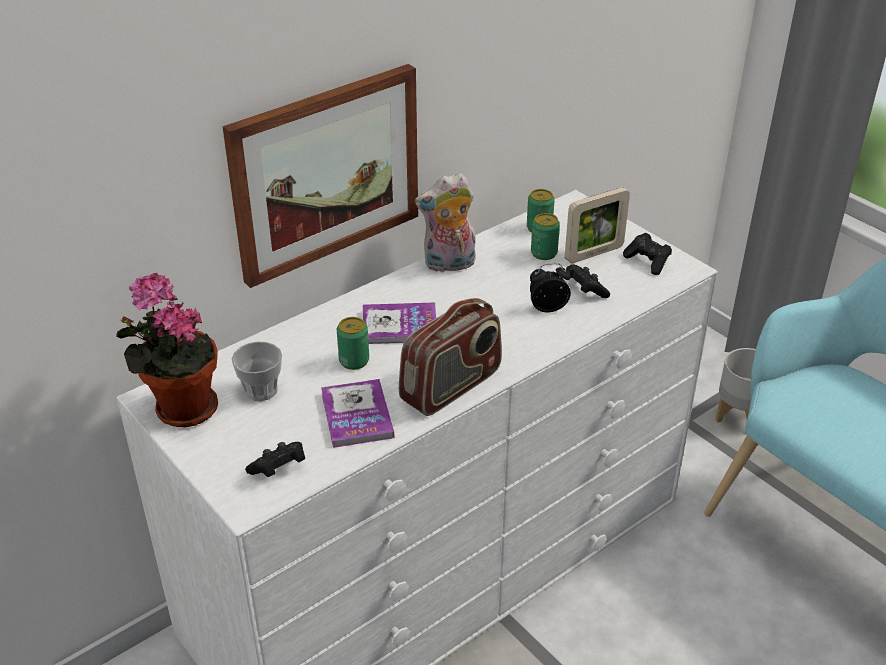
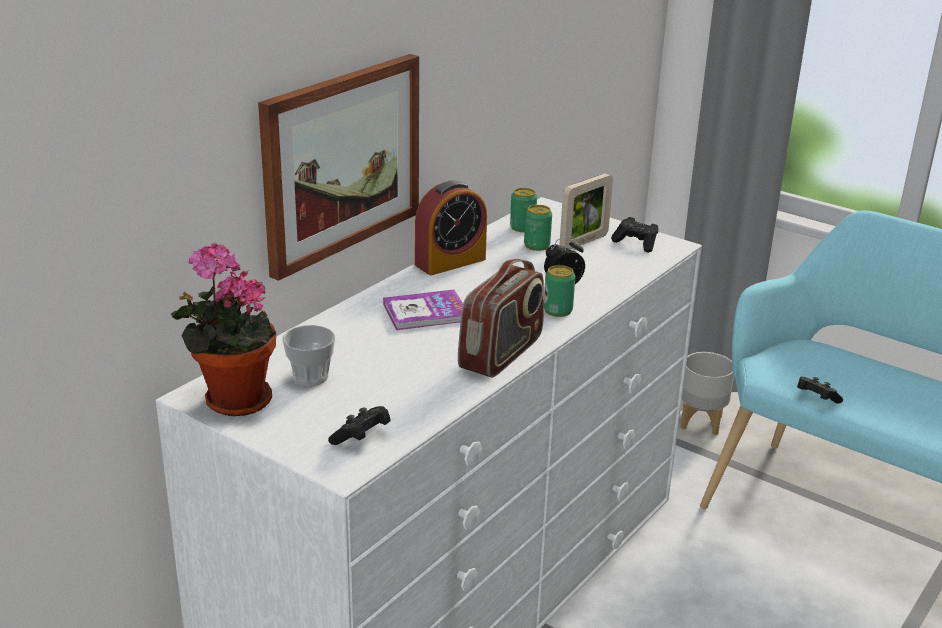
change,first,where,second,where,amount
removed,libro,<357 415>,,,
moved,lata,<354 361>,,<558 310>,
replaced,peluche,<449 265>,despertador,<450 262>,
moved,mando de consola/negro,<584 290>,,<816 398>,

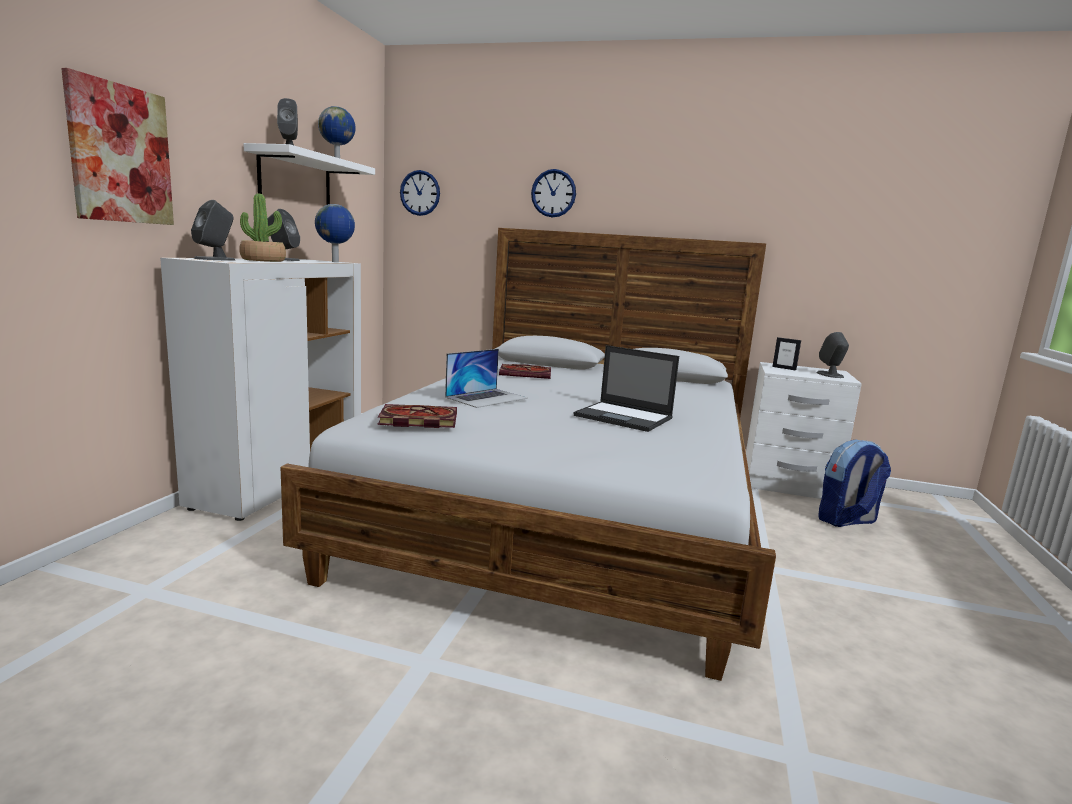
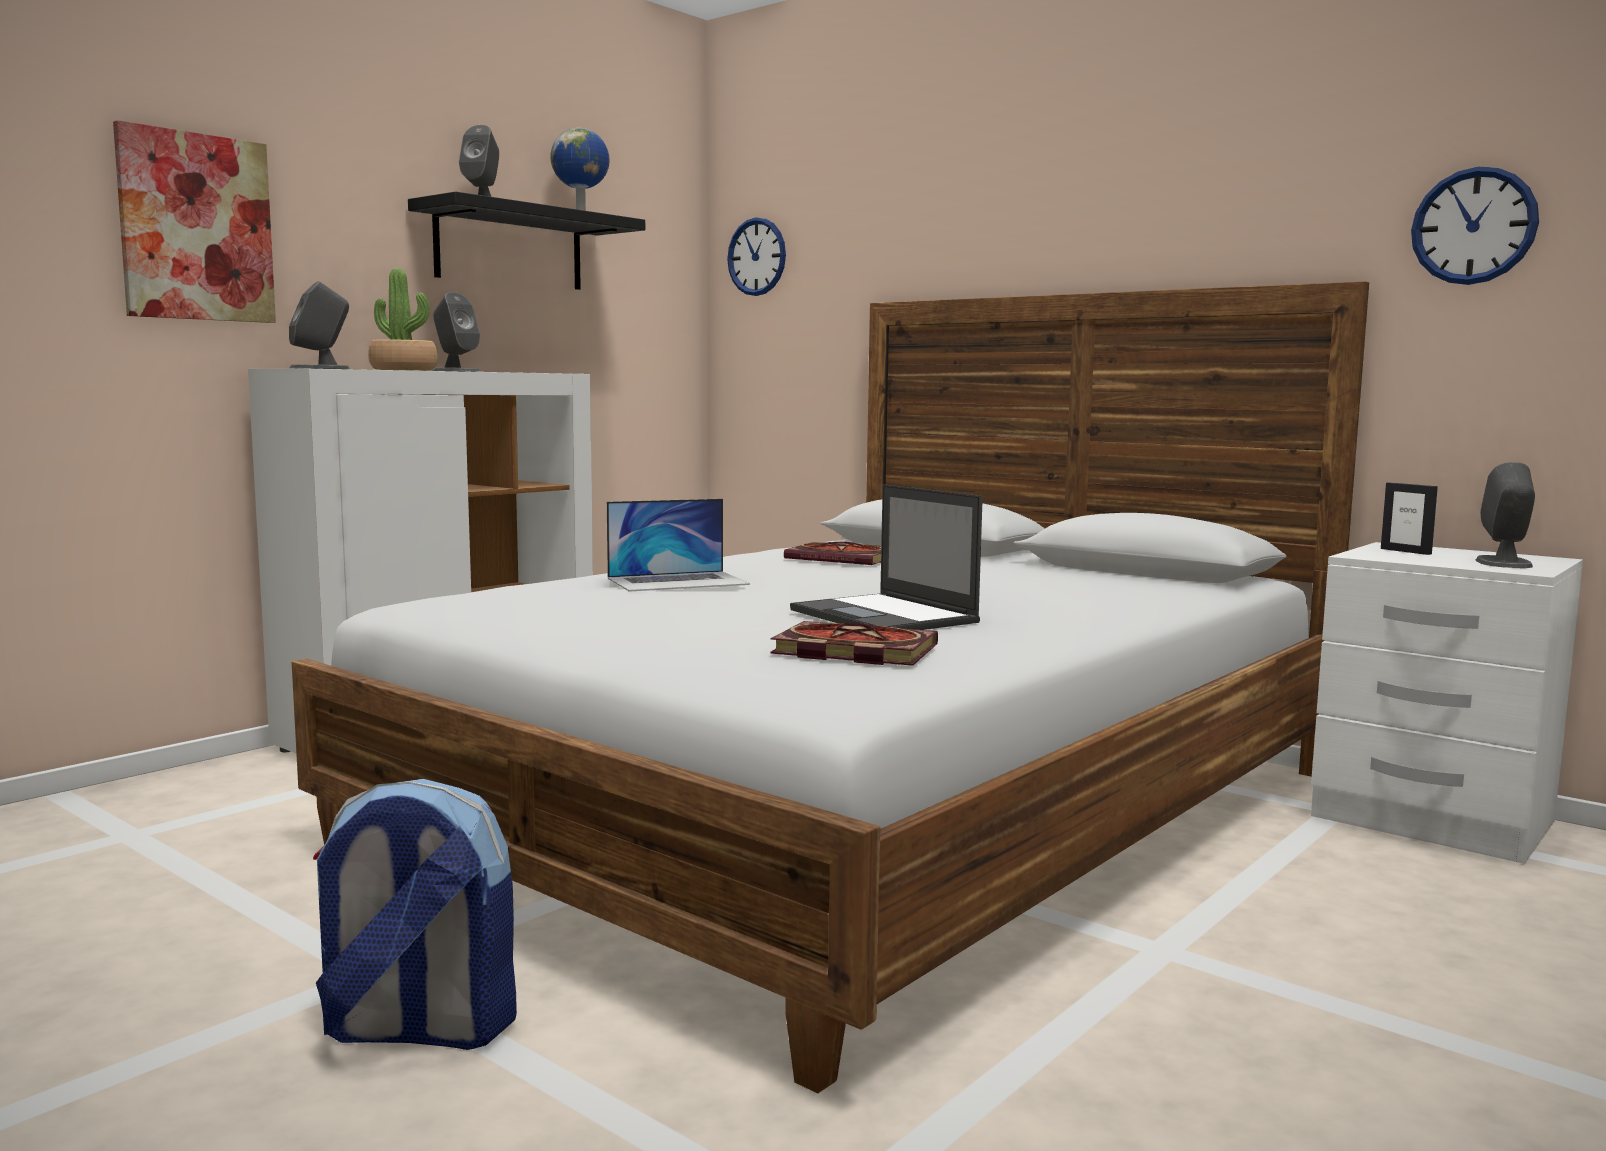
change,first,where,second,where,amount
recoloured,estante/blanco,<295 179>,estante/negro,<509 248>,
removed,globo terráqueo,<335 262>,,,
moved,libro,<416 420>,,<850 651>,
moved,reloj de pared,<553 193>,,<1473 226>,
moved,mochila,<846 521>,,<416 1029>,

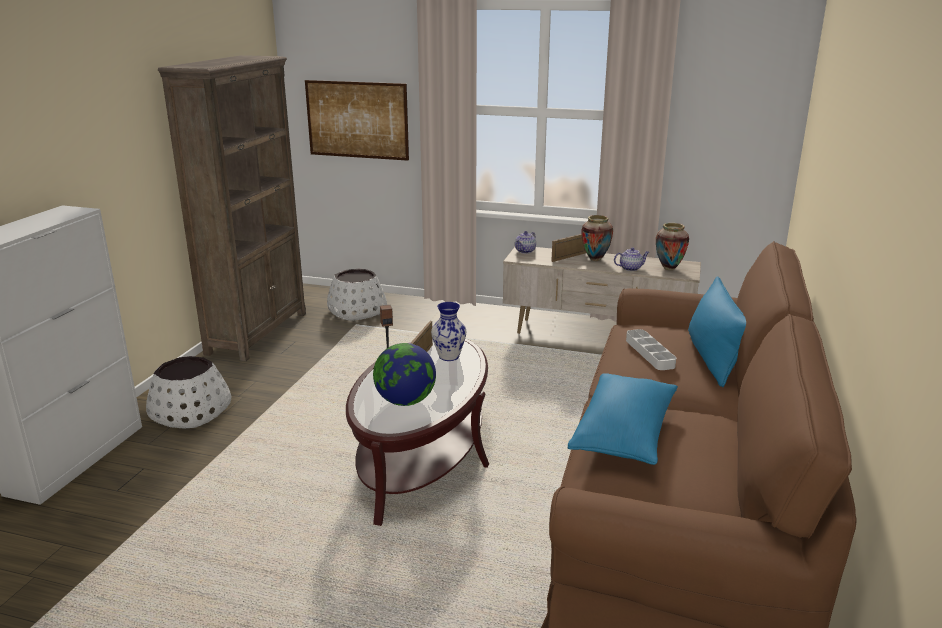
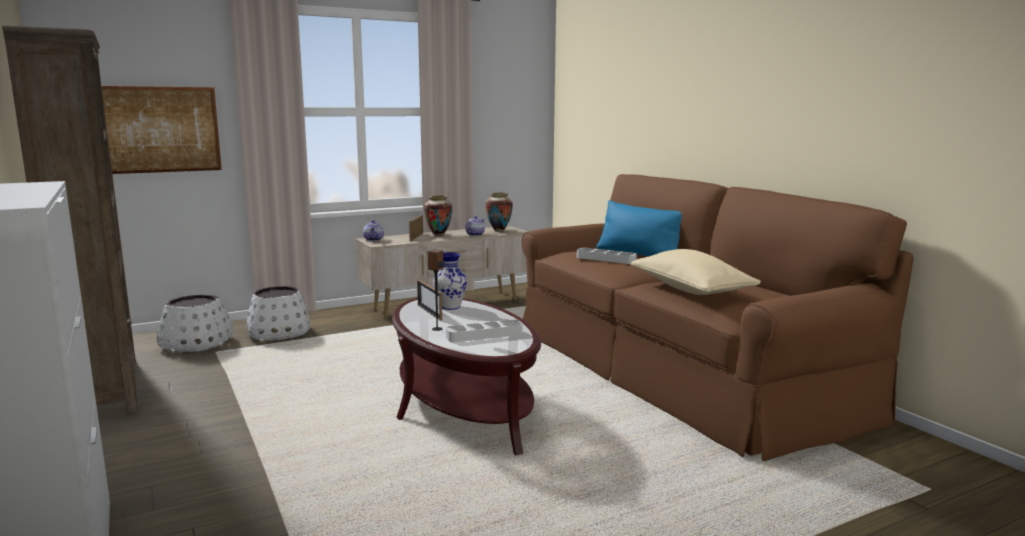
change,first,where,second,where,amount
moved,maceta/blanco,<191 413>,,<279 333>,
replaced,globo terráqueo,<405 401>,bandeja/gris,<484 335>,
recoloured,cojín/azul,<624 435>,cojín/beis,<691 290>,

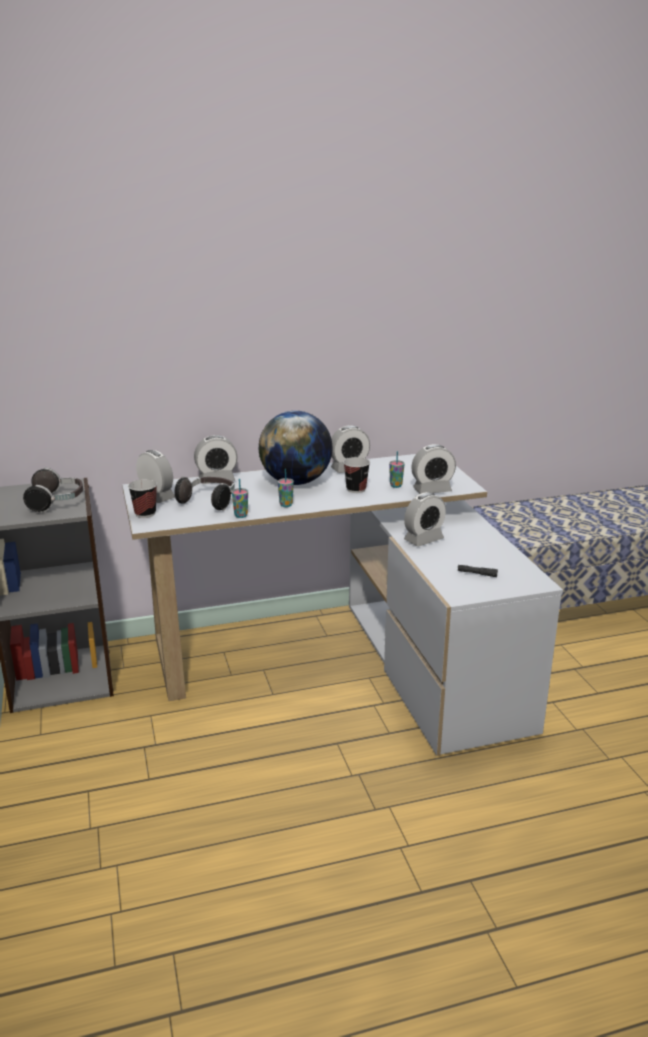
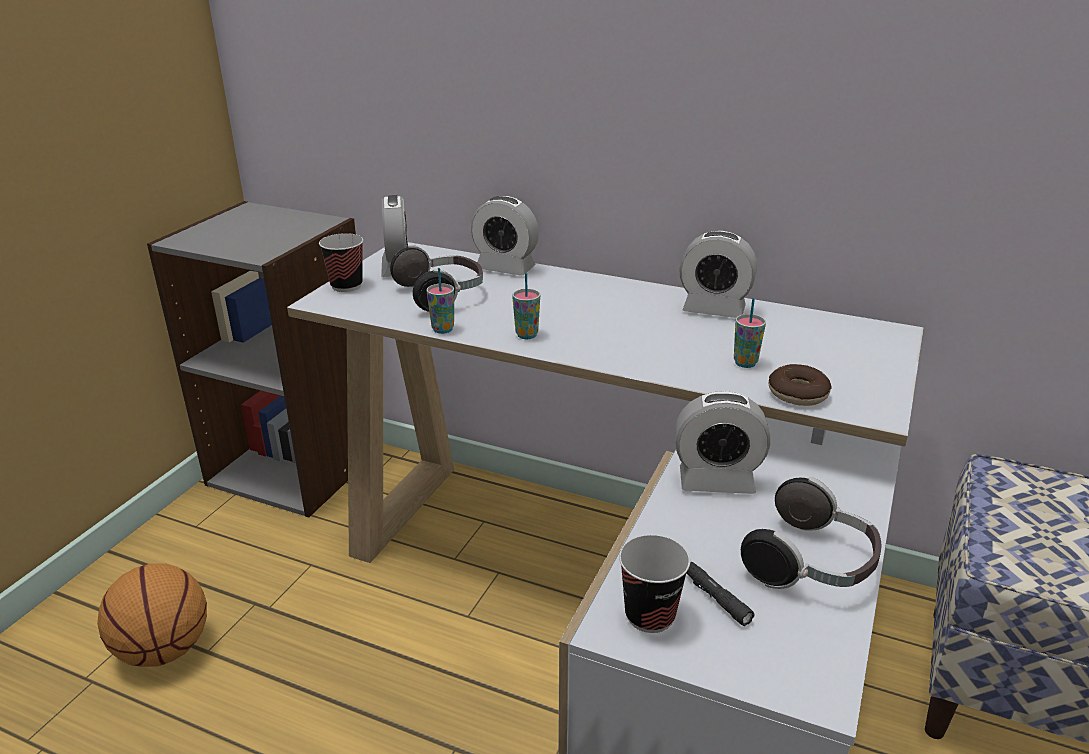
change,first,where,second,where,amount
moved,auriculares,<57 502>,,<811 564>,
removed,globo terráqueo,<296 482>,,,
moved,taza,<356 489>,,<650 615>,
replaced,despertador,<432 490>,rosquilla,<797 394>,
added,,,balón de baloncesto,<165 650>,

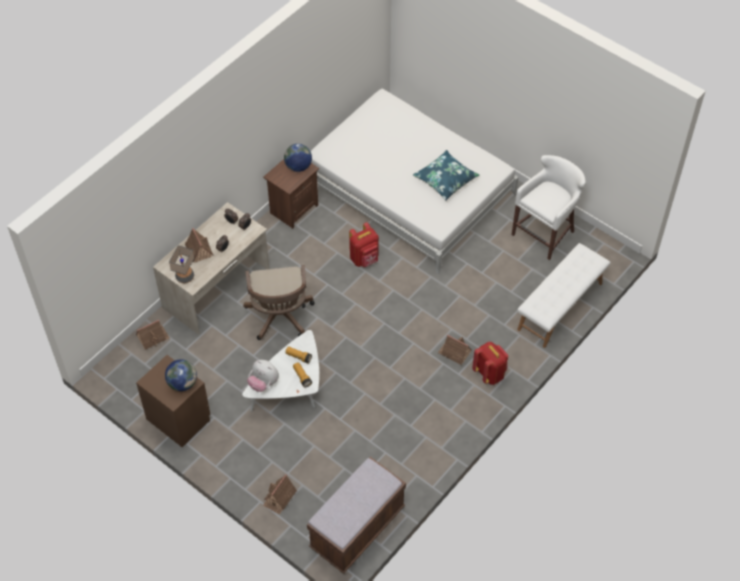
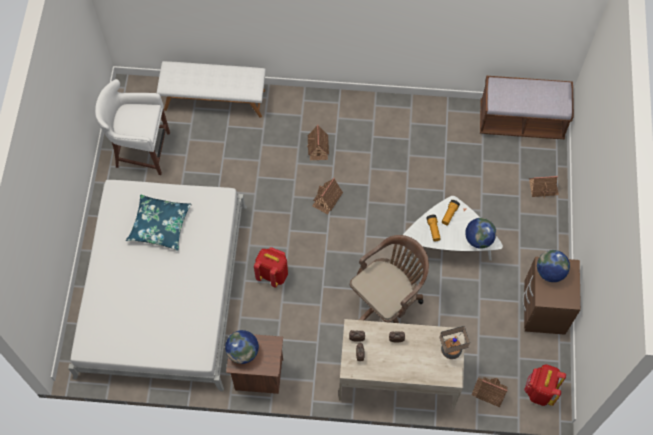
change,first,where,second,where,amount
moved,casita,<198 250>,,<327 199>,
replaced,peluche,<263 383>,globo terráqueo,<478 239>,
moved,mochila/rojo,<490 373>,,<539 391>,

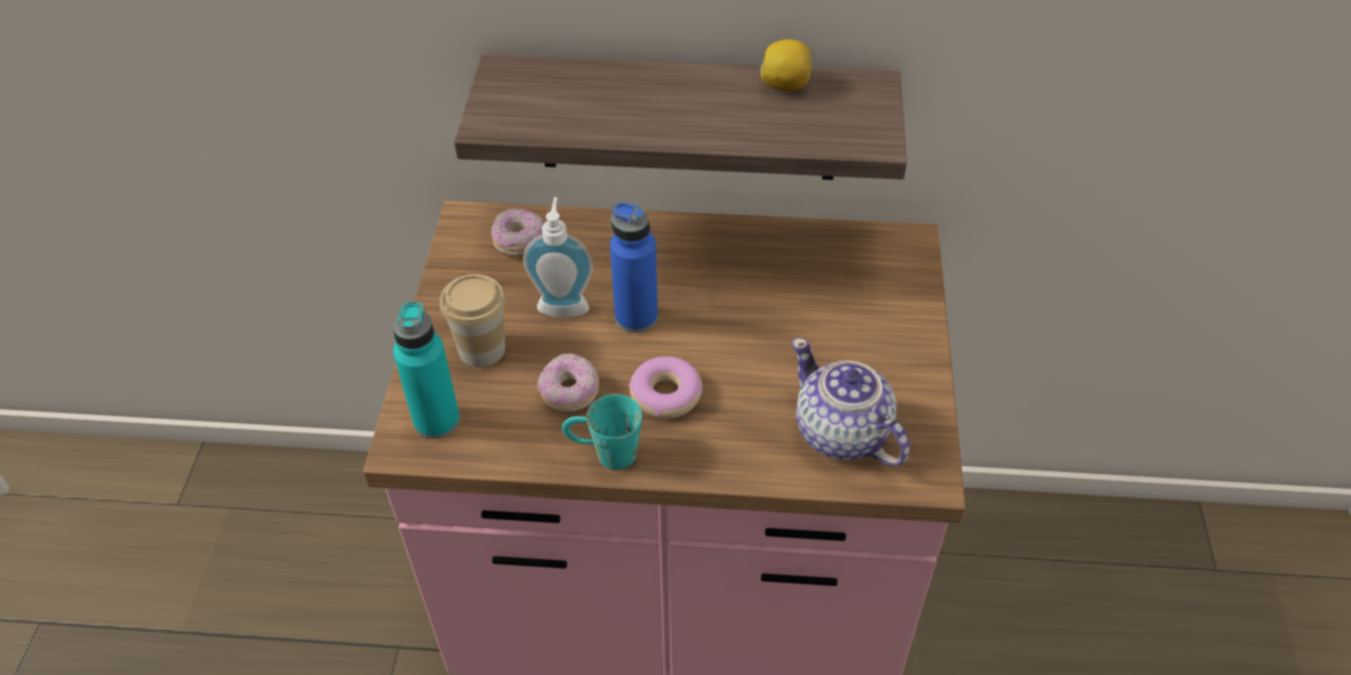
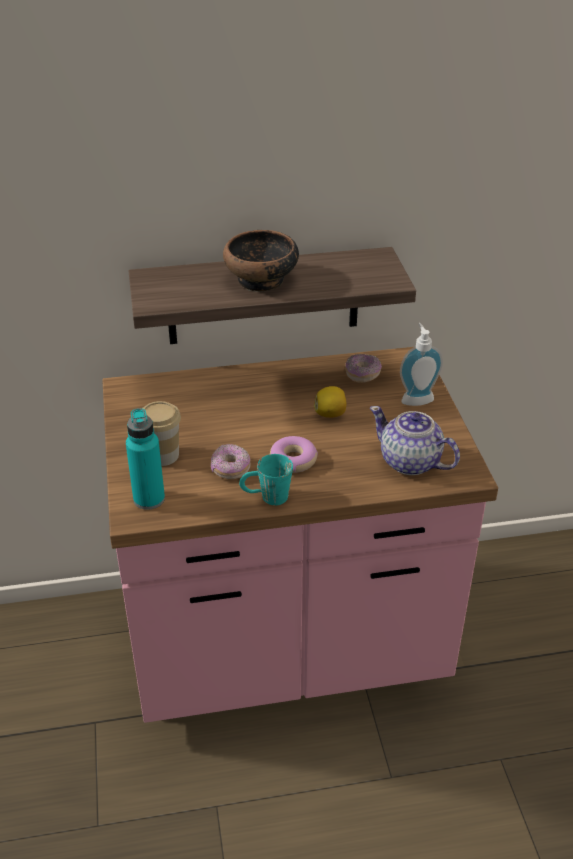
change,first,where,second,where,amount
moved,rosquilla,<519 241>,,<362 375>,
moved,dispensador de jabón,<563 304>,,<416 398>,
removed,botella/azul,<636 317>,,,
moved,limón,<785 85>,,<330 414>,
added,,,cuenco,<261 280>,

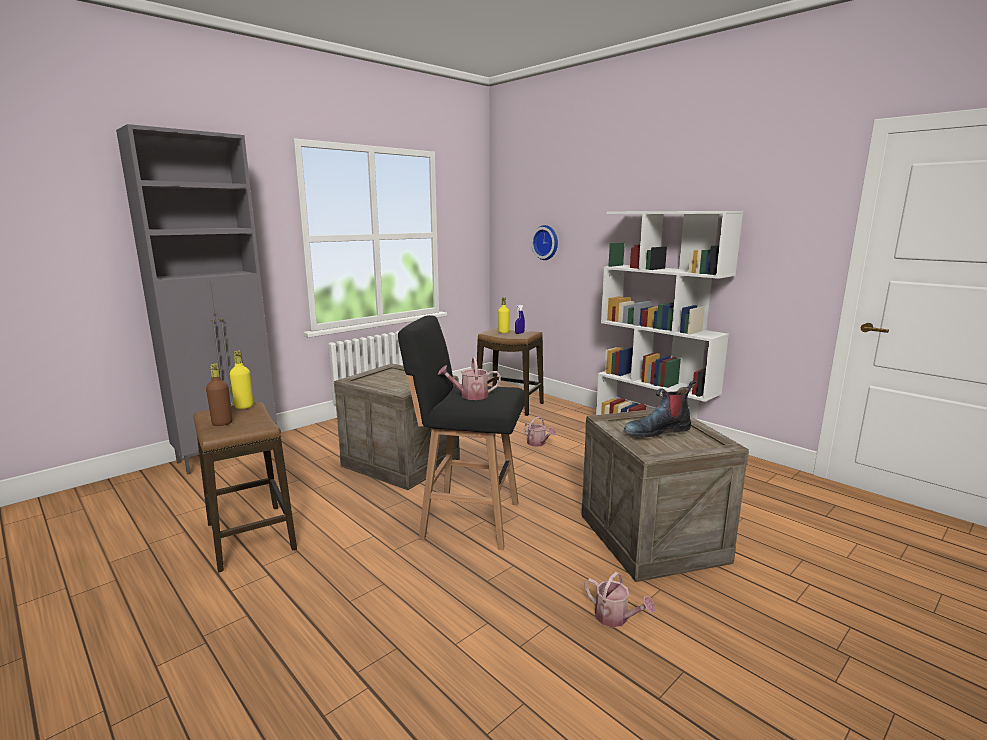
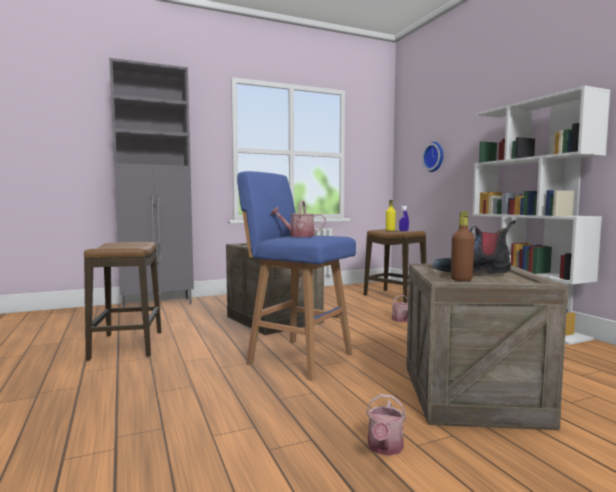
change,first,where,second,where,amount
moved,botella/marrón,<222 423>,,<461 280>,
removed,botella/amarillo,<244 406>,,,
recoloured,taburete/negro,<467 519>,taburete/azul,<297 358>,
turned,regadera,<616 618>,,<384 448>,45 degrees clockwise

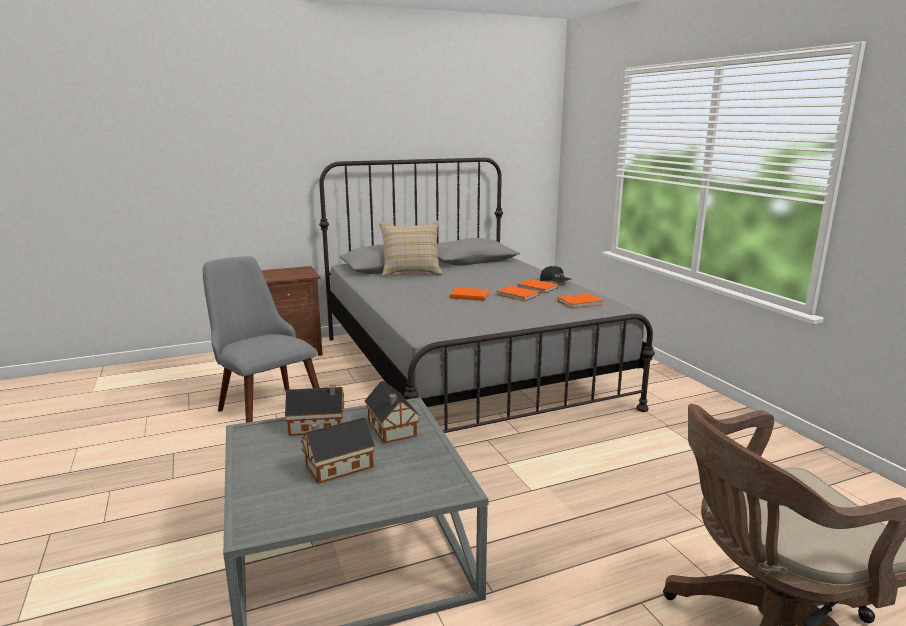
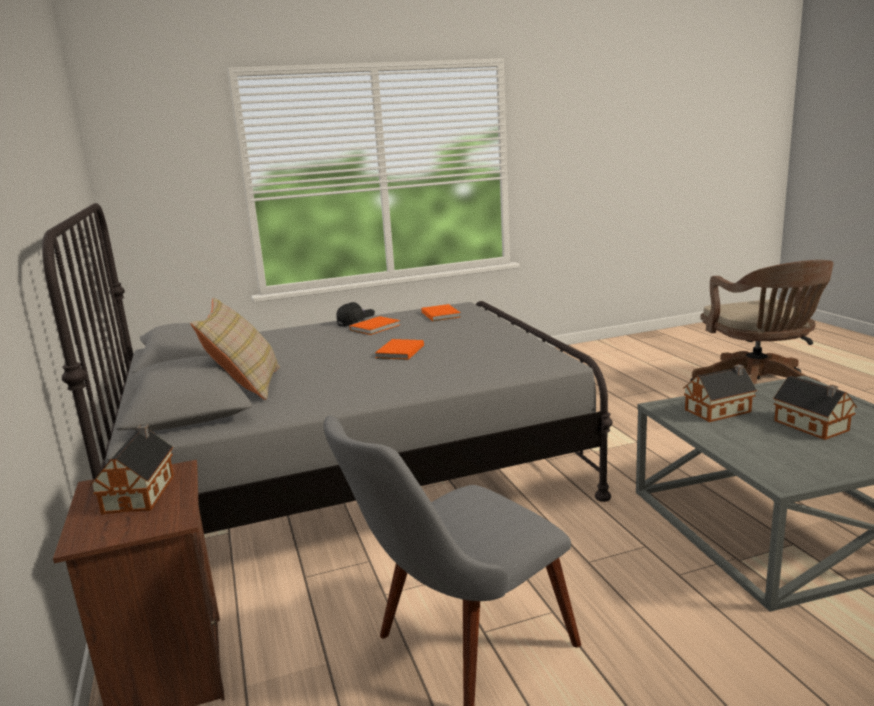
change,first,where,second,where,amount
moved,casita,<319 426>,,<141 492>,
removed,libro/naranja,<518 295>,,,

